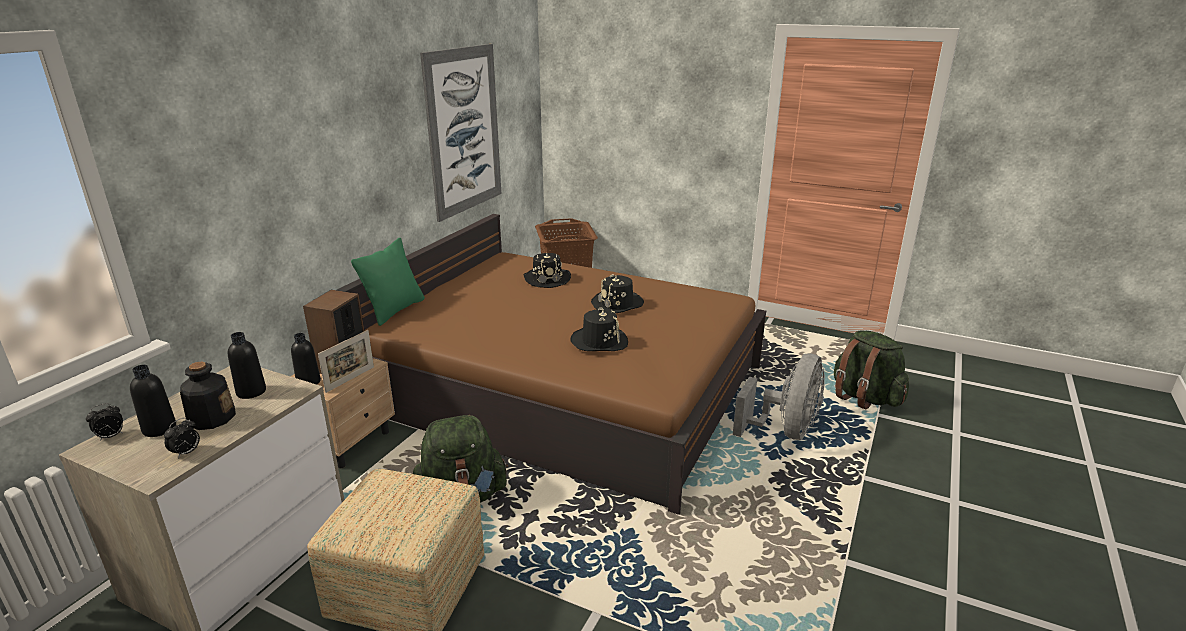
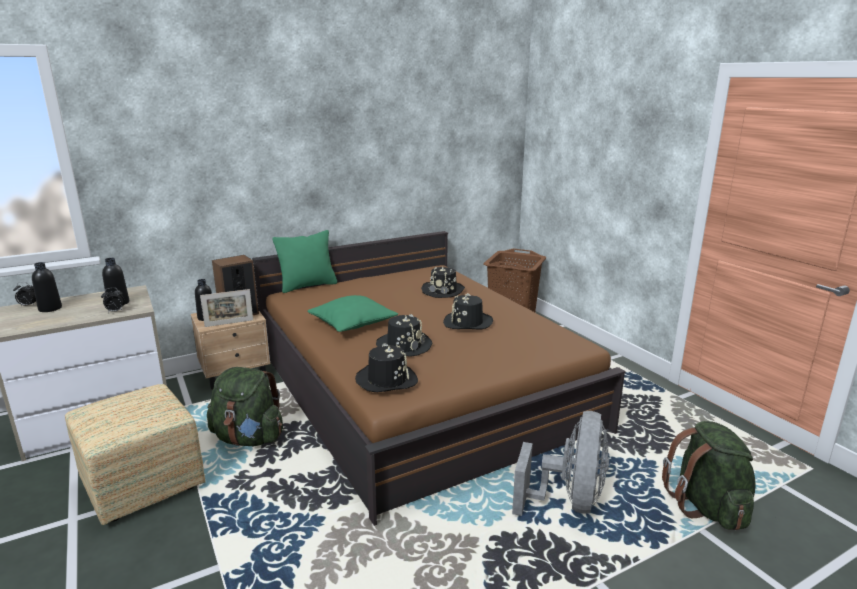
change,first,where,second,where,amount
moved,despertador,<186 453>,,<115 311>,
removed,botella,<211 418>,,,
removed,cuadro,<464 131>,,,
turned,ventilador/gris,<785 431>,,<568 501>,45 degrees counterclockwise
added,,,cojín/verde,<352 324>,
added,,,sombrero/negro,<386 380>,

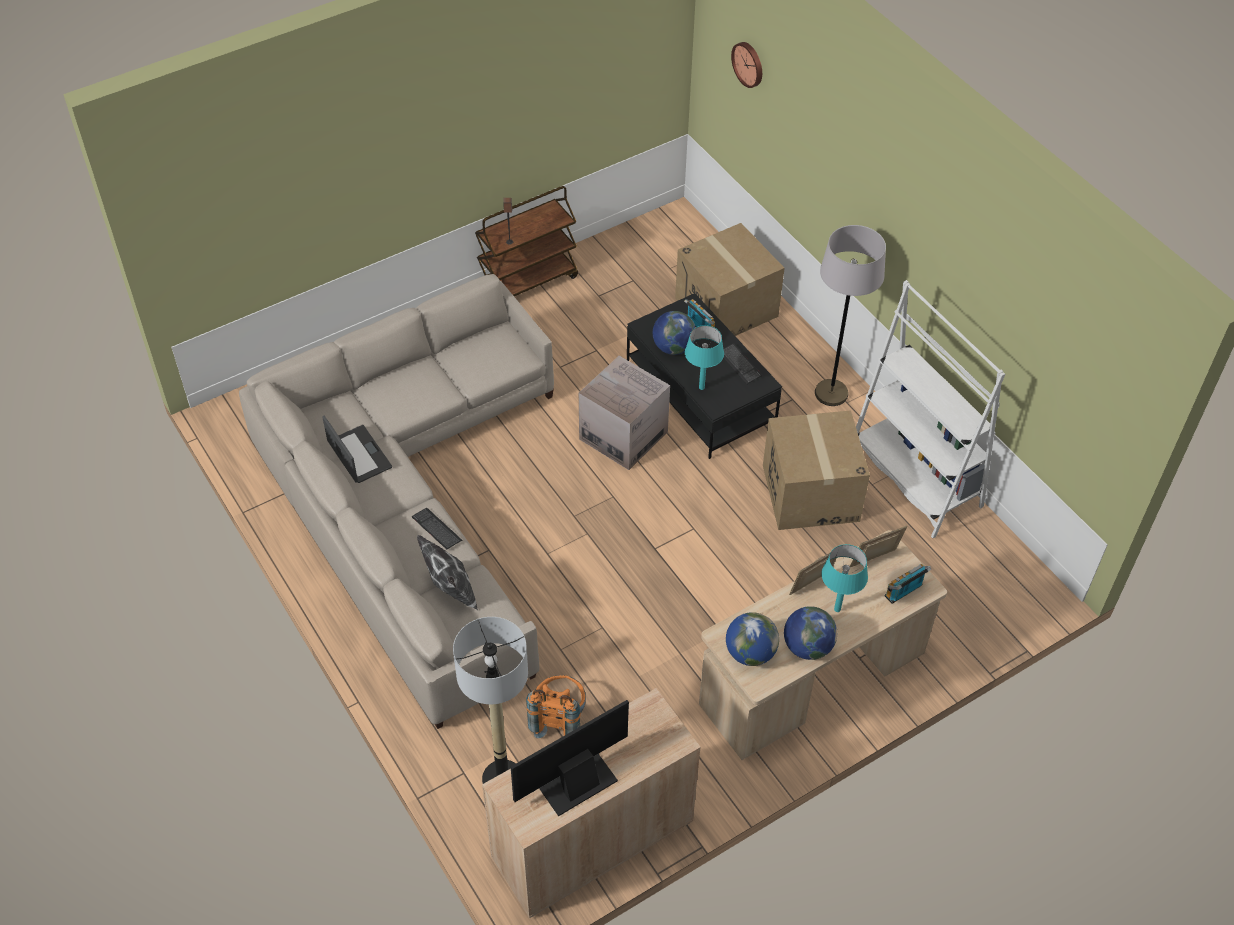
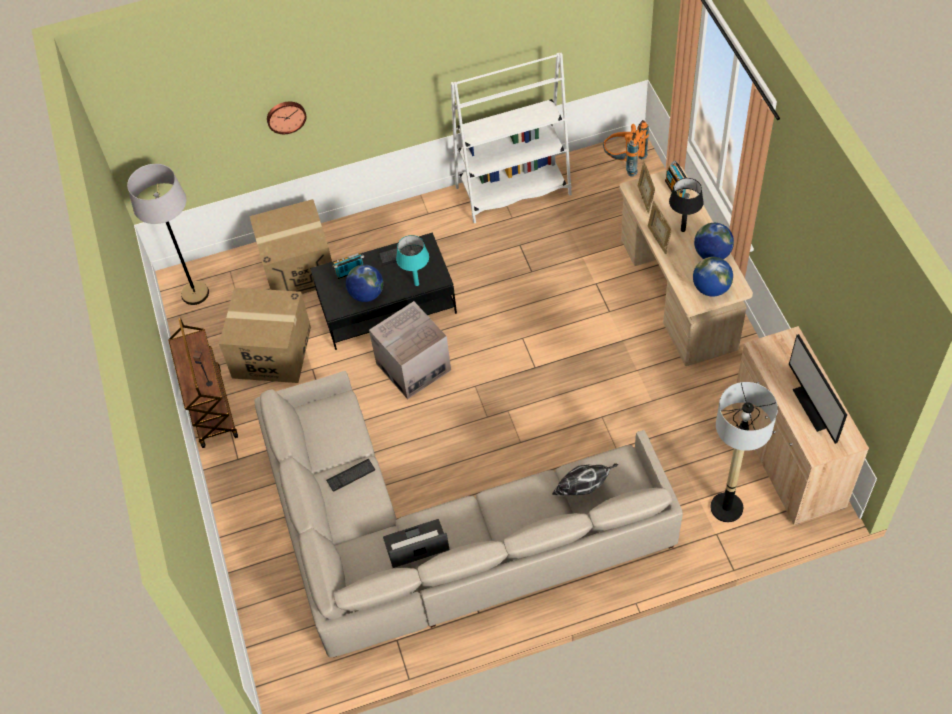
change,first,where,second,where,amount
moved,teclado,<436 529>,,<351 475>,
moved,mochila/naranja,<559 719>,,<624 162>,
moved,reloj de pared,<749 64>,,<286 116>,
moved,caja de cartón,<810 493>,,<271 352>,
moved,lámpara de pie/gris,<831 393>,,<195 293>,
recoloured,lámpara de mesa/turquesa,<837 609>,lámpara de mesa/negro,<683 229>,

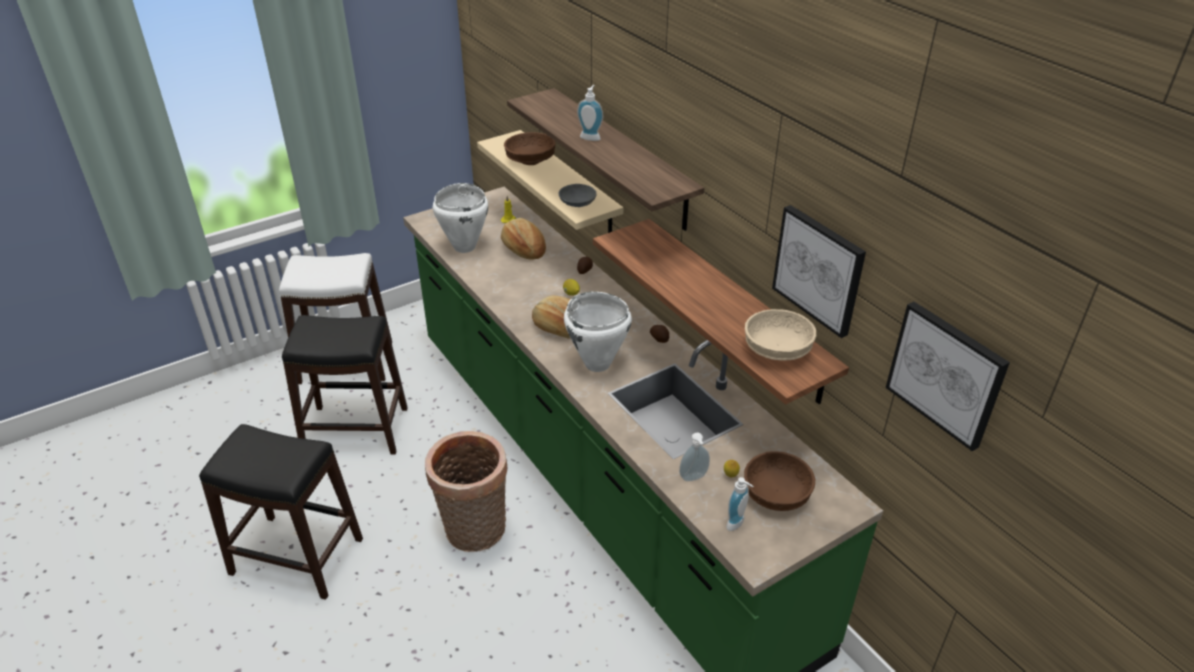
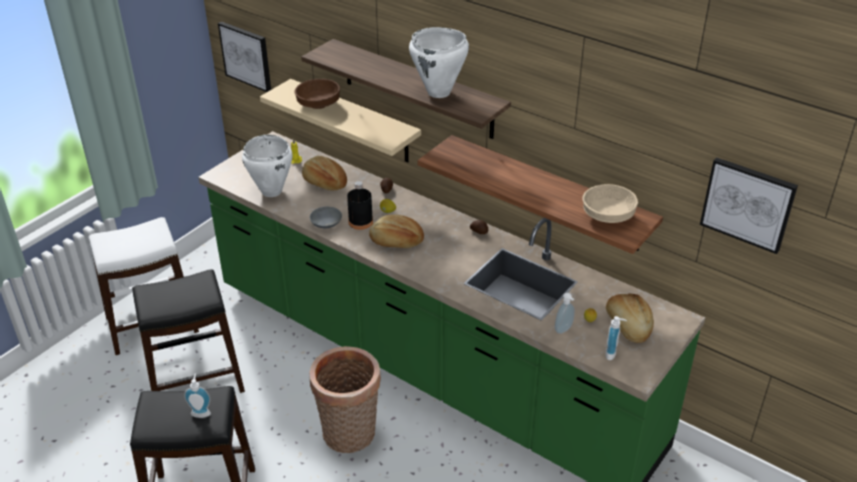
change,first,where,second,where,amount
moved,cuenco/gris,<577 203>,,<326 223>,
moved,olla/blanco,<597 364>,,<439 93>,
moved,dispensador de jabón,<591 137>,,<201 412>,
replaced,cuenco/marrón,<775 494>,pan,<627 326>,
moved,cuadro,<819 269>,,<246 56>,
added,,,botella/negro,<360 222>,

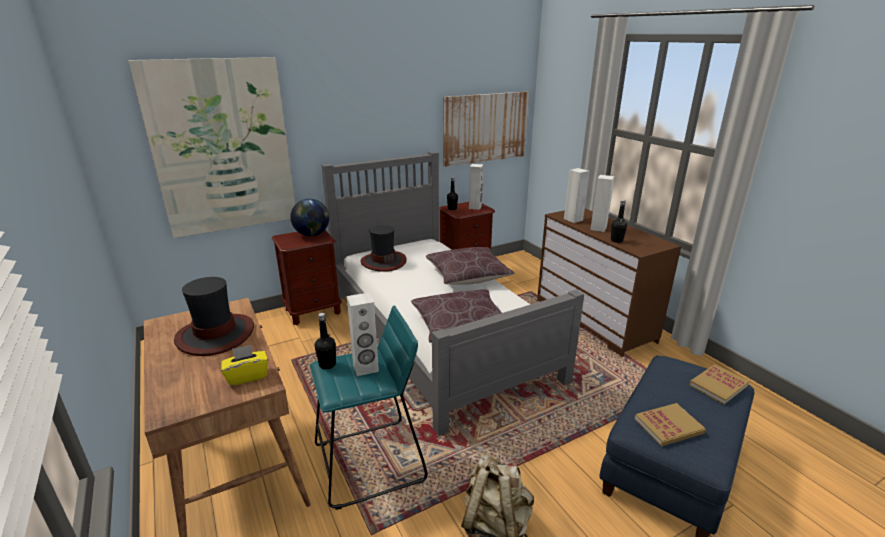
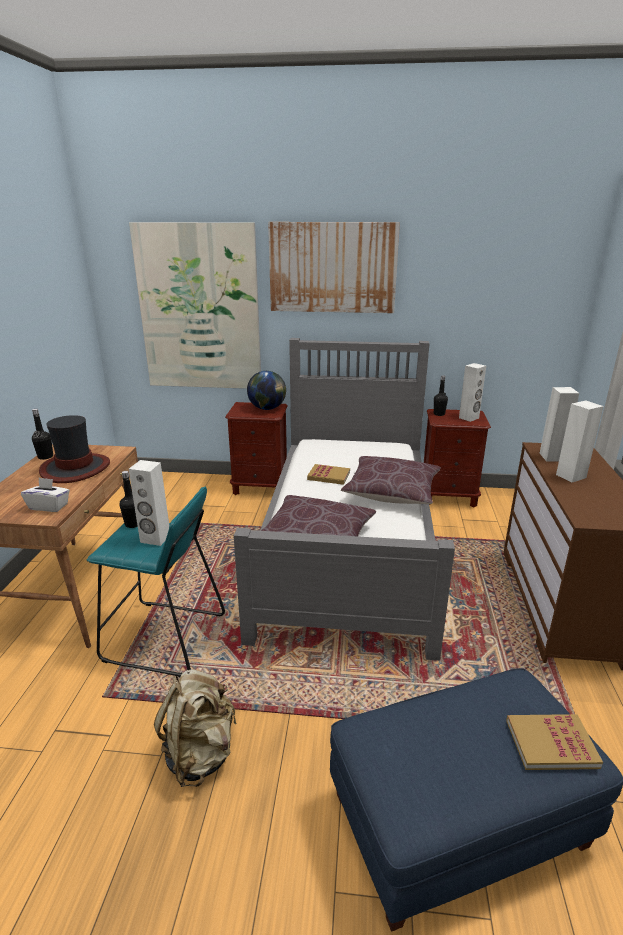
change,first,where,second,where,amount
recoloured,caja de pañuelos/amarillo,<247 376>,caja de pañuelos/blanco,<49 506>,
removed,sombrero,<383 262>,,,
moved,cuadro,<485 128>,,<332 268>,
moved,botella/negro,<616 240>,,<45 457>,
moved,libro,<668 426>,,<328 476>,

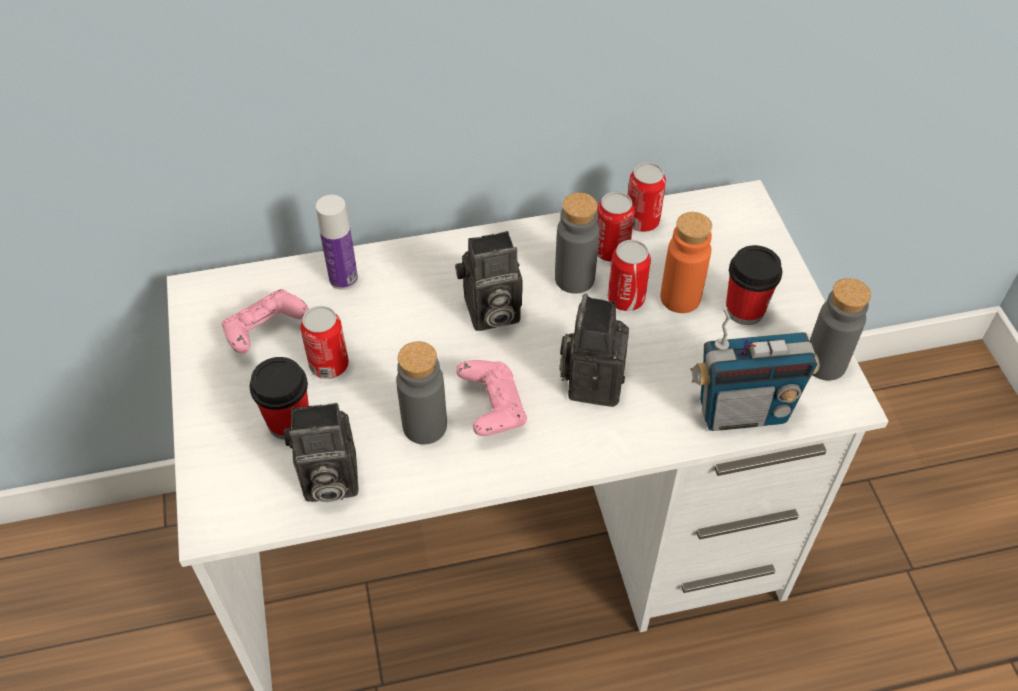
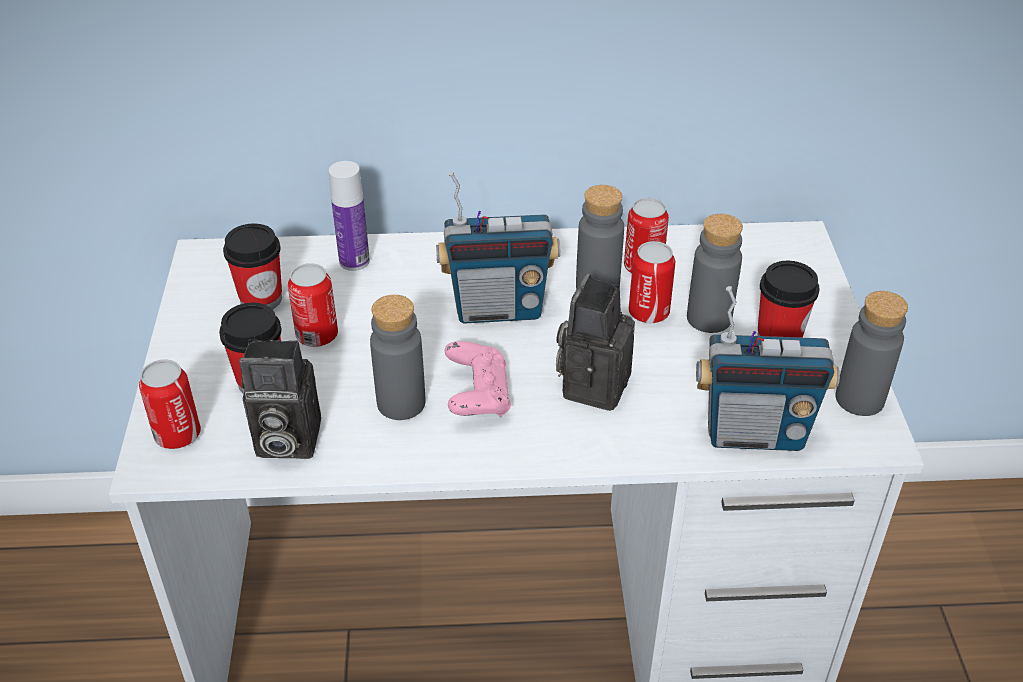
change,first,where,second,where,amount
replaced,mando de consola/rosa,<265 332>,taza,<261 299>,
replaced,cámara,<490 313>,radio,<498 309>,
moved,lata,<642 221>,,<178 435>,
recoloured,botella/naranja,<680 298>,botella/gris,<709 318>,

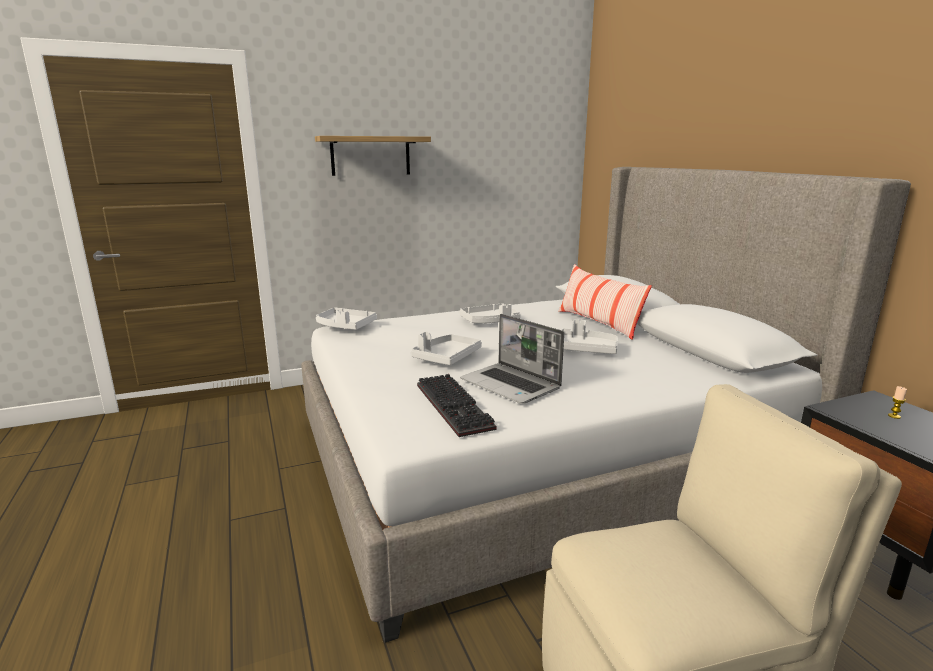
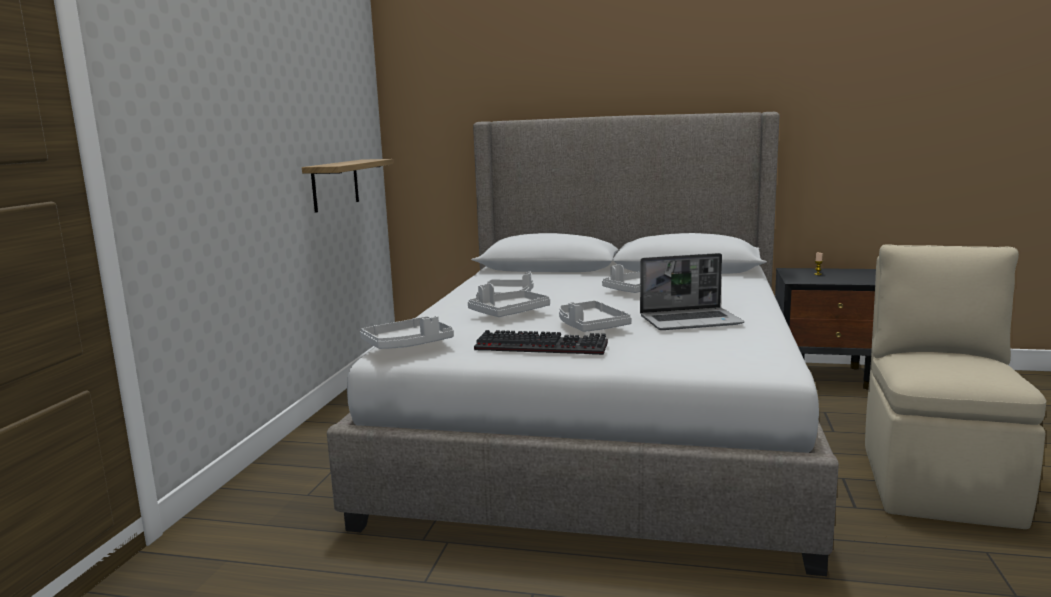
change,first,where,second,where,amount
moved,estante,<370 156>,,<335 185>,
moved,teclado,<456 407>,,<544 346>,
removed,cojín,<598 323>,,,
added,,,bandeja/gris,<508 313>,

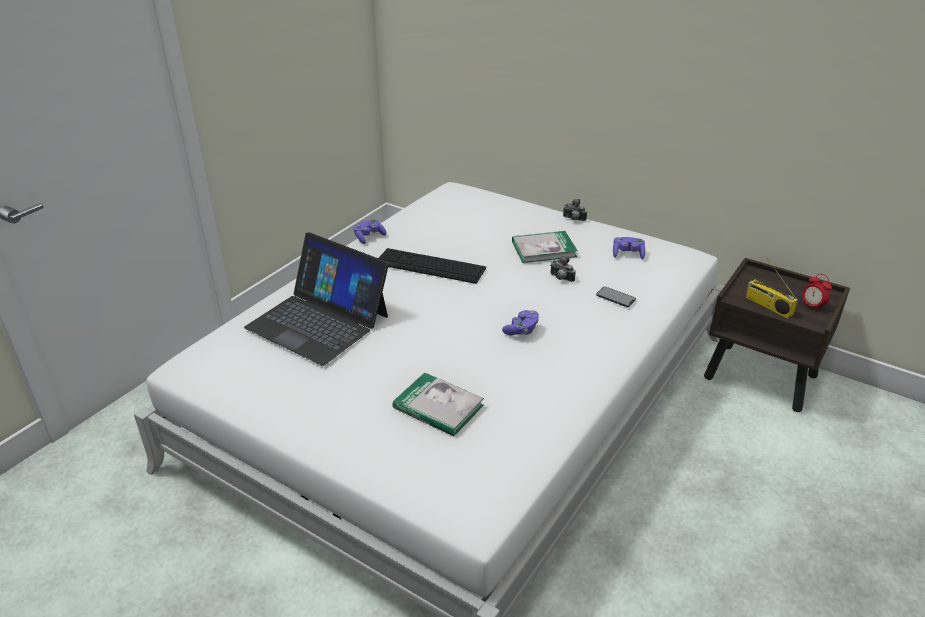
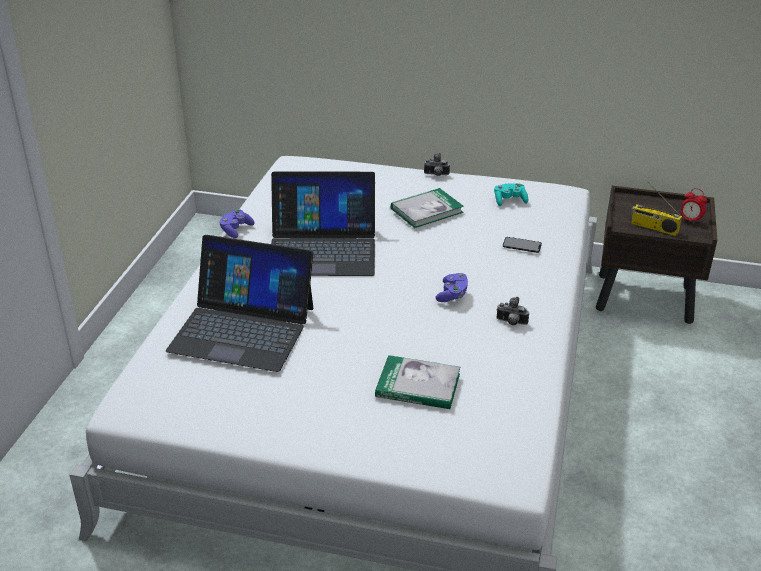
change,first,where,second,where,amount
replaced,teclado,<430 266>,portátil,<322 248>,
moved,cámara,<560 278>,,<511 323>,
recoloured,mando de consola/morado,<628 254>,mando de consola/turquesa,<509 201>,

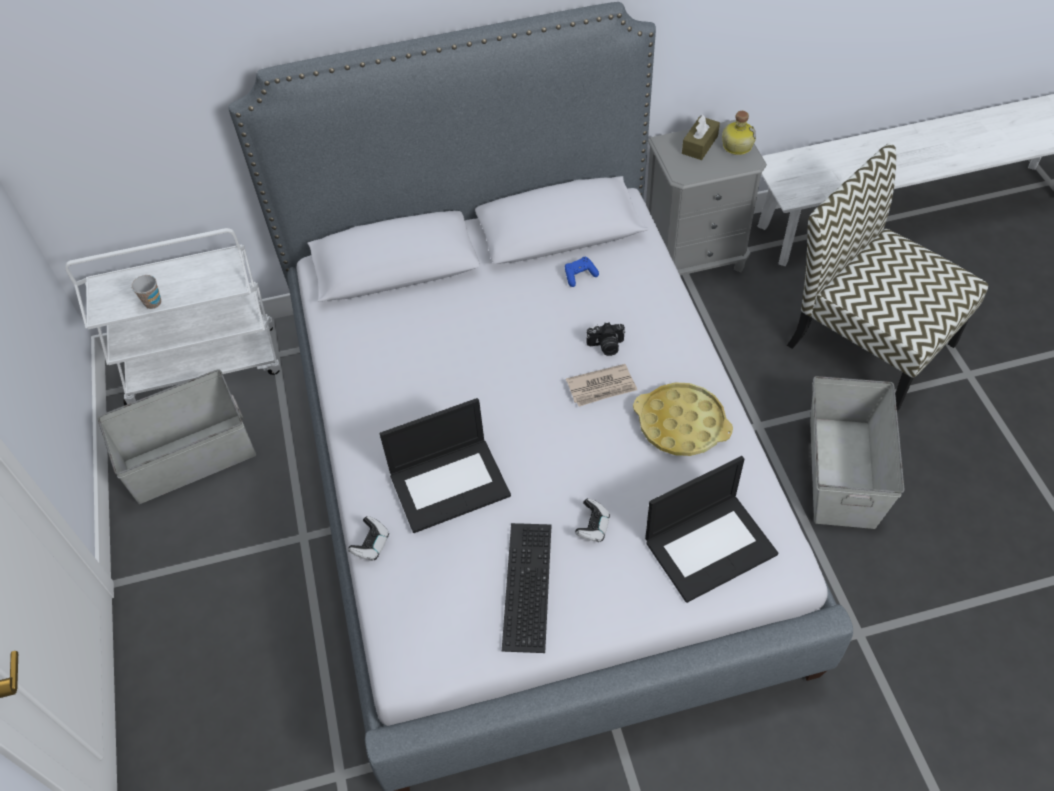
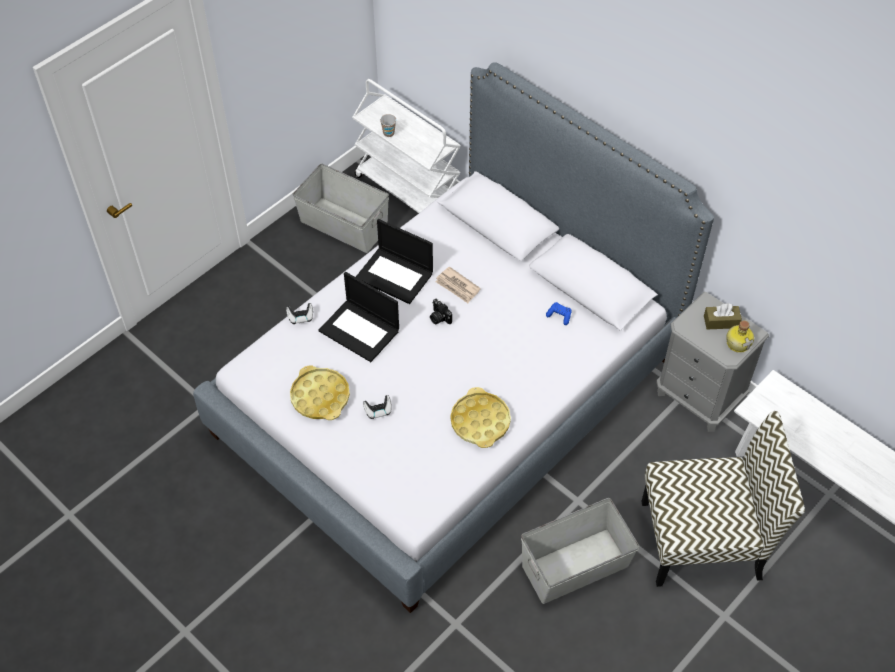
change,first,where,second,where,amount
replaced,teclado,<524 584>,bandeja/amarillo,<320 397>,
moved,periódico,<602 387>,,<457 286>,
moved,cámara,<606 346>,,<439 318>,
moved,portátil,<710 546>,,<395 275>,
turned,silla,<868 343>,,<703 539>,75 degrees clockwise

